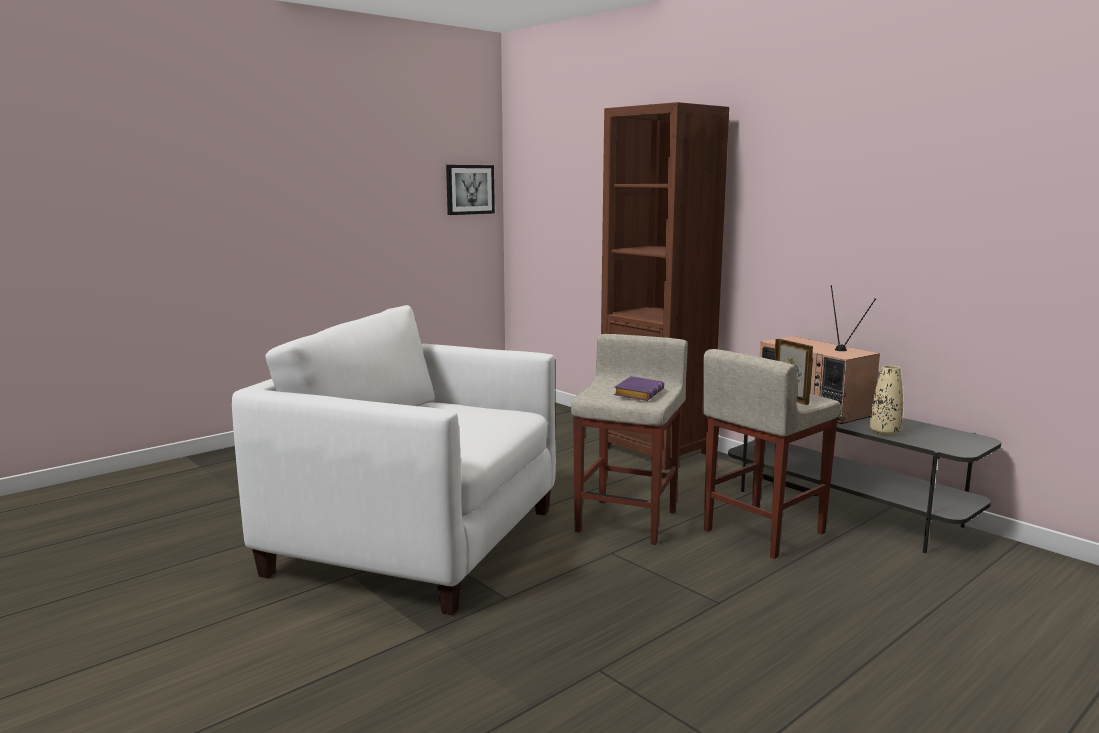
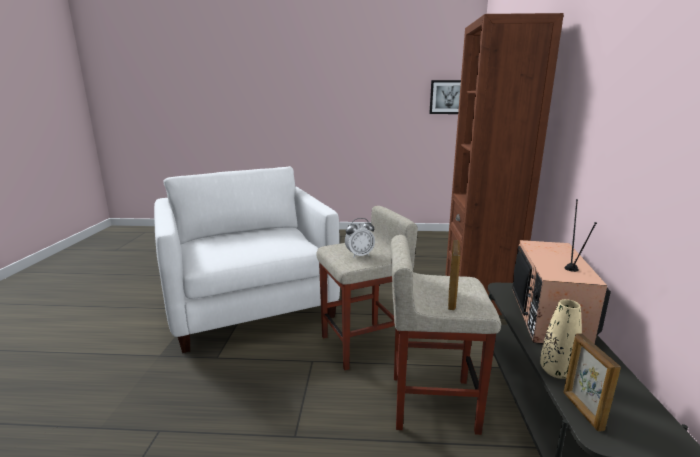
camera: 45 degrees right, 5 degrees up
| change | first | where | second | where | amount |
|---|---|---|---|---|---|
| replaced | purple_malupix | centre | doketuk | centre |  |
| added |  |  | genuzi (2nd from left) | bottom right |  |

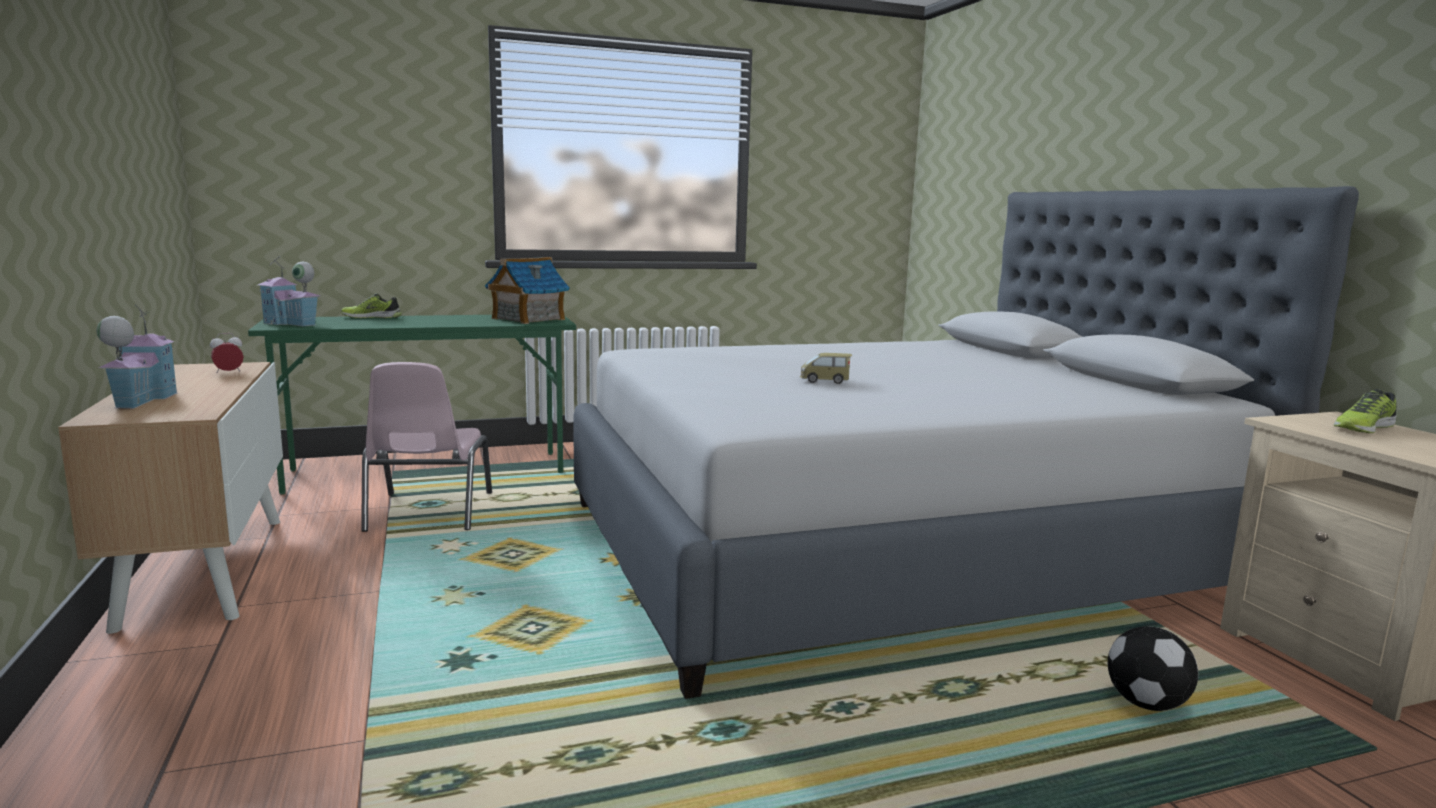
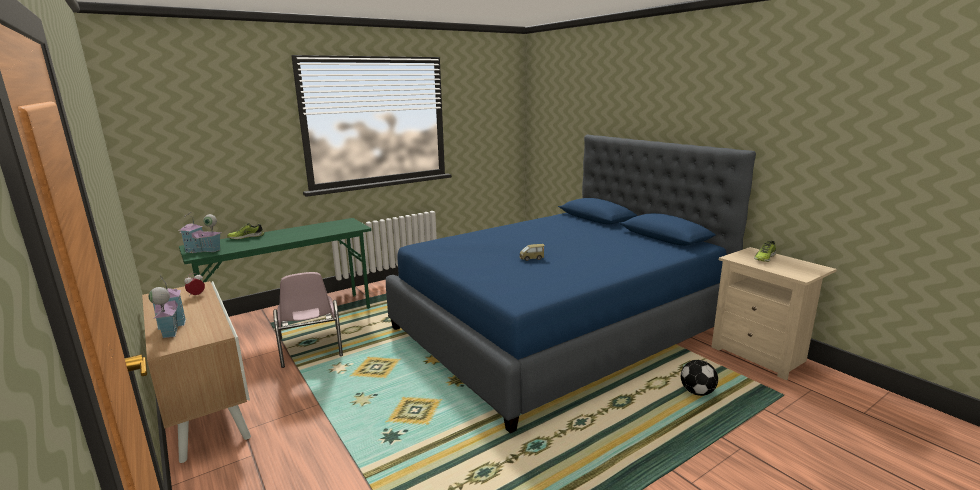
camera: 15 degrees left, 5 degrees up
| change | first | where | second | where | amount |
|---|---|---|---|---|---|
| recoloured | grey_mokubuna | middle right | blue_mokubuna | centre |  |
| removed | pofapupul (3rd from left) | centre |  |  |  |

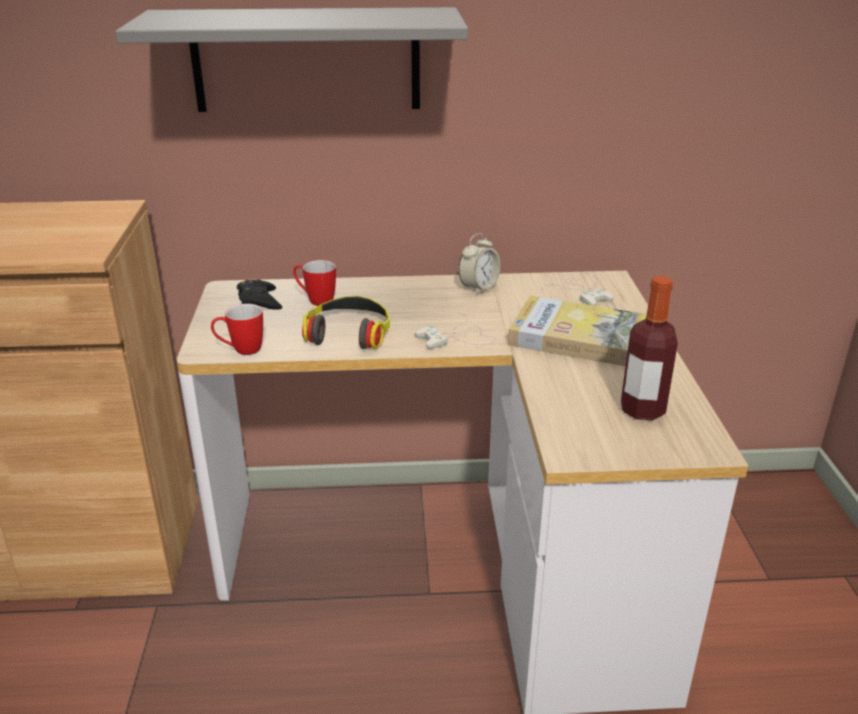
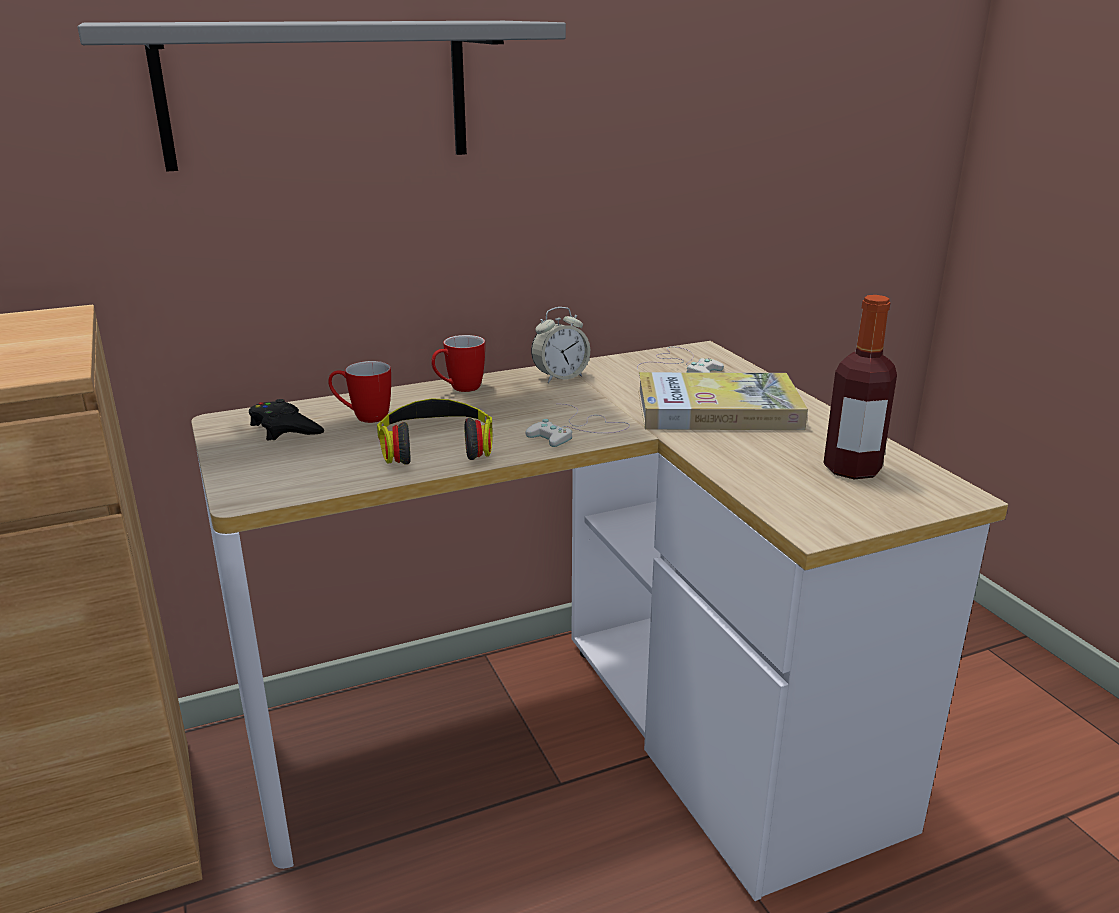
camera: 20 degrees left, 5 degrees down
| change | first | where | second | where | amount |
|---|---|---|---|---|---|
| moved | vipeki (1st from left in the first image) | middle left | vipeki (2nd from left) | centre |  |
| turned | doketuk | centre |  | centre | 45 degrees clockwise |

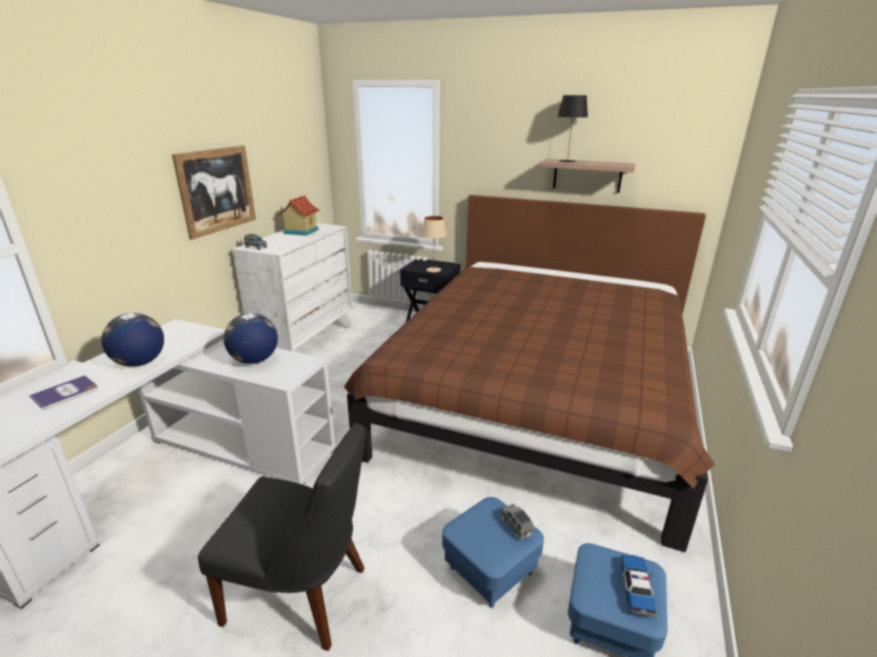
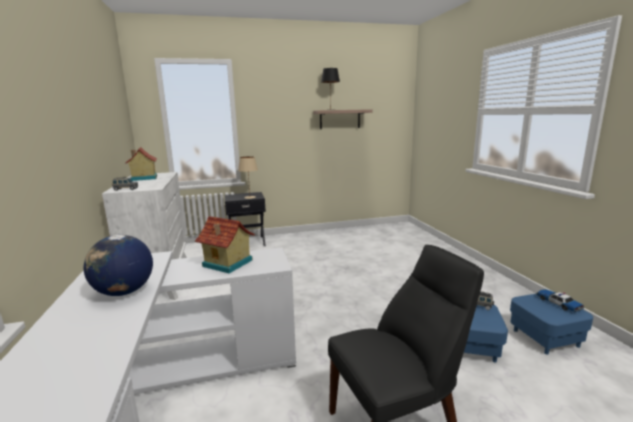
camera: 35 degrees left, 10 degrees down
| change | first | where | second | where | amount |
|---|---|---|---|---|---|
| replaced | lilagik (2nd from left) | middle left | pofapupul (2nd from left) | centre |  |
| removed | malupix | middle left |  |  |  |
| removed | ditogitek | top left |  |  |  |
| removed | brown_mokubuna | centre |  |  |  |

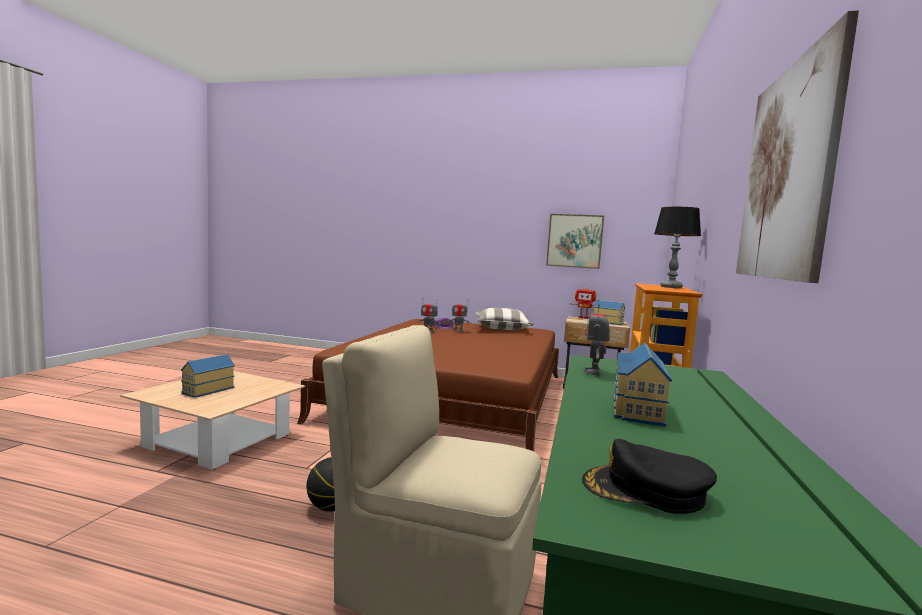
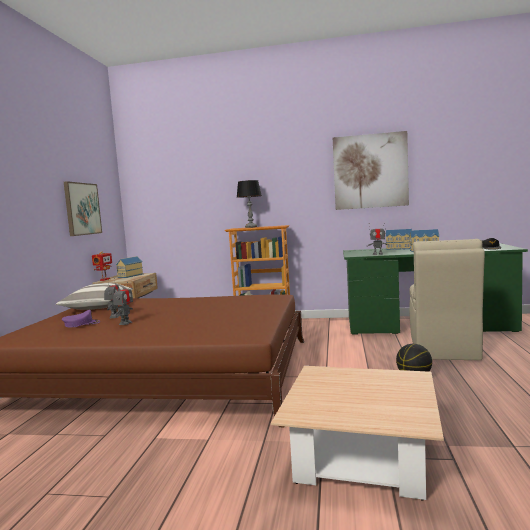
camera: 95 degrees left, 0 degrees up
| change | first | where | second | where | amount |
|---|---|---|---|---|---|
| moved | pofapupul (1st from left in the first image) | middle left | pofapupul (2nd from left) | middle right |  |

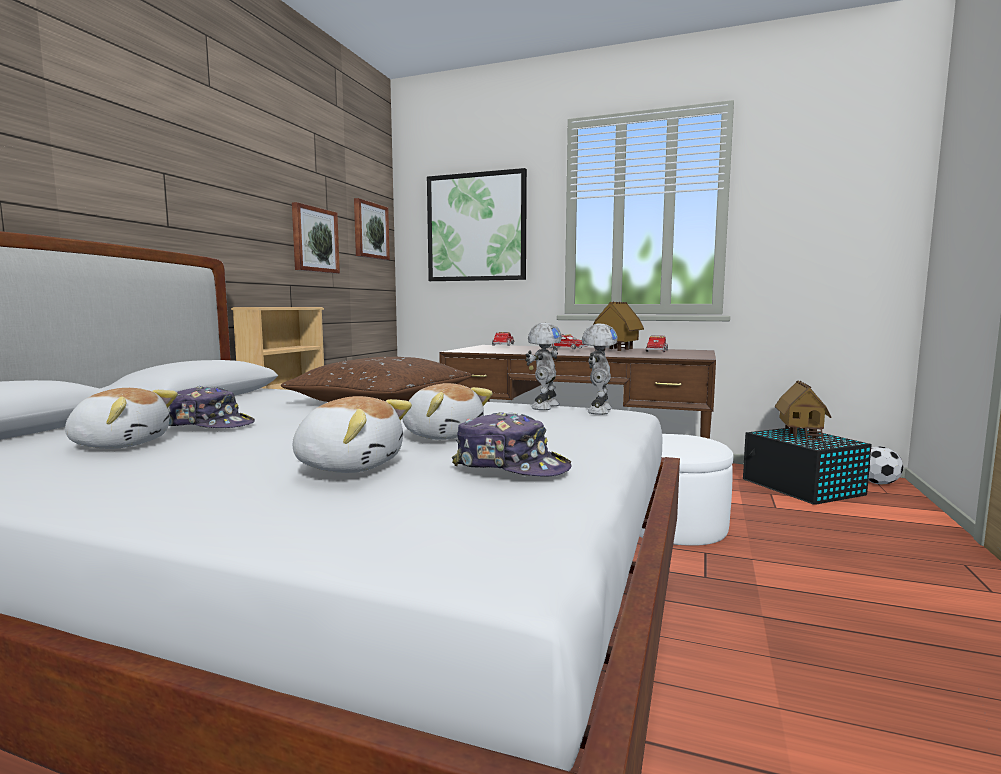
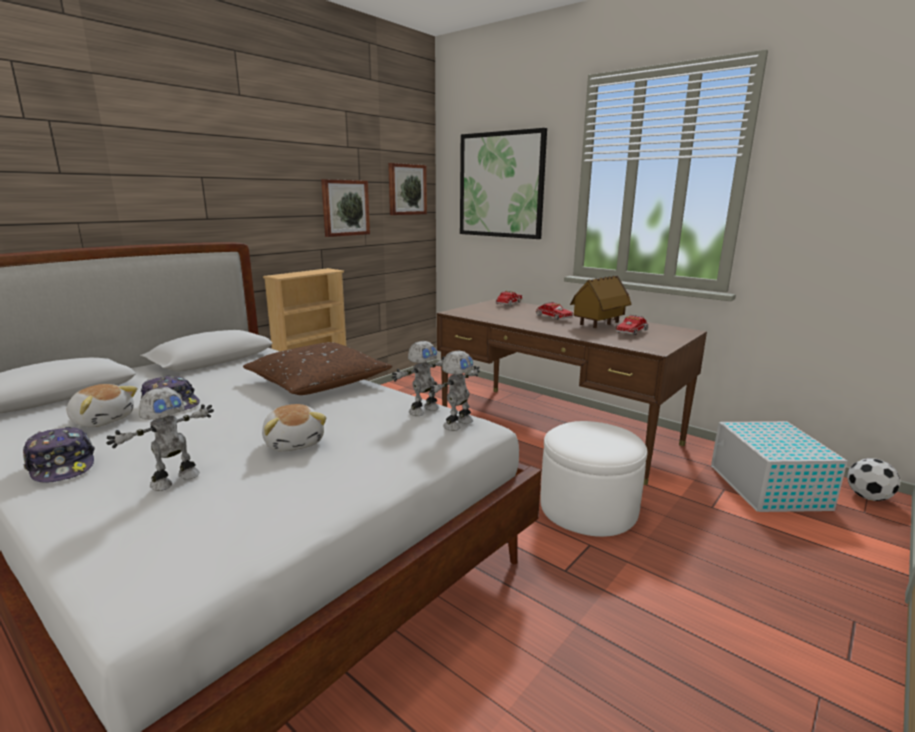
camera: 20 degrees right, 10 degrees up
| change | first | where | second | where | amount |
|---|---|---|---|---|---|
| moved | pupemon (2nd from left in the first image) | centre | pupemon (1st from left) | middle left |  |
| replaced | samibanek (2nd from left) | centre | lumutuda (1st from left) | middle left |  |
| recoloured | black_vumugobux | middle right | white_vumugobux | middle right |  |
| removed | pofapupul (2nd from left) | middle right |  |  |  |

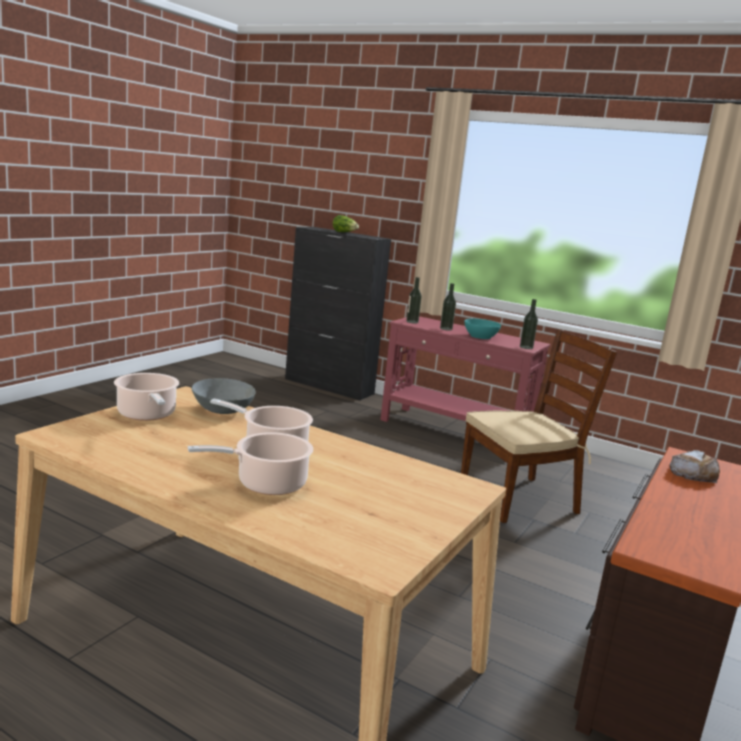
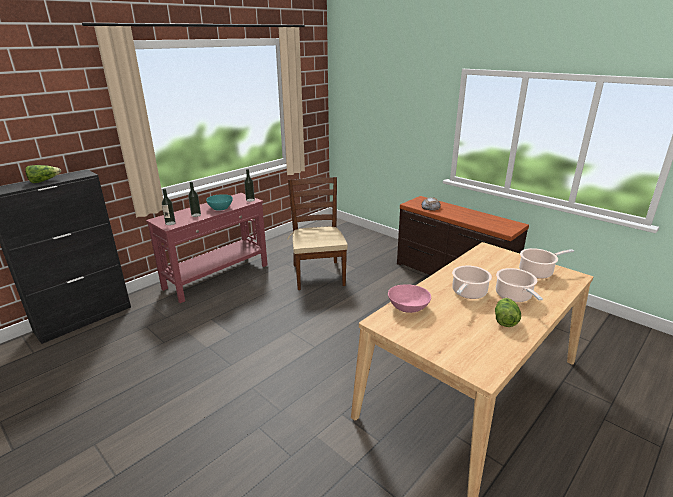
camera: 75 degrees left, 10 degrees up
| change | first | where | second | where | amount |
|---|---|---|---|---|---|
| recoloured | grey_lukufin | middle left | pink_lukufin | centre |  |
| added |  |  | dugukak (2nd from left) | middle right |  |
| moved | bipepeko (1st from left in the first image) | middle left | bipepeko (3rd from left) | middle right |  |

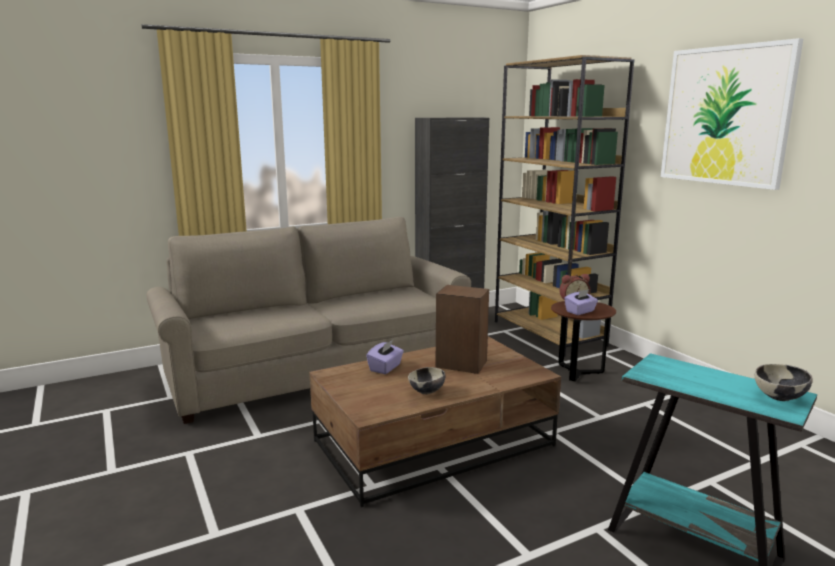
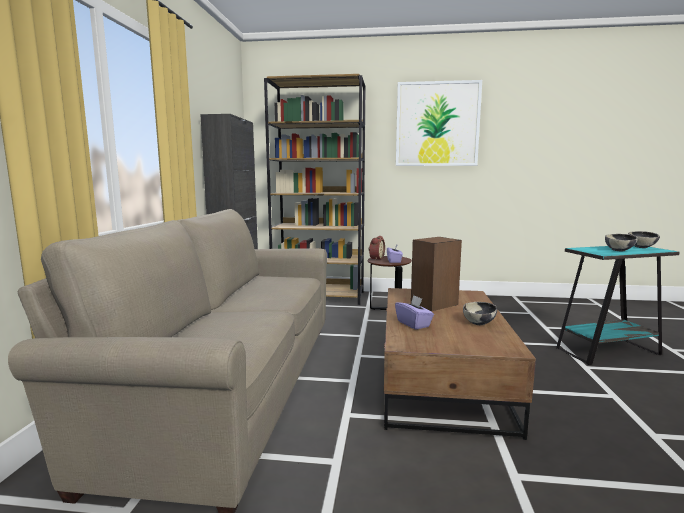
camera: 55 degrees left, 5 degrees down
| change | first | where | second | where | amount |
|---|---|---|---|---|---|
| added |  |  | lukufin (2nd from left) | middle right |  |

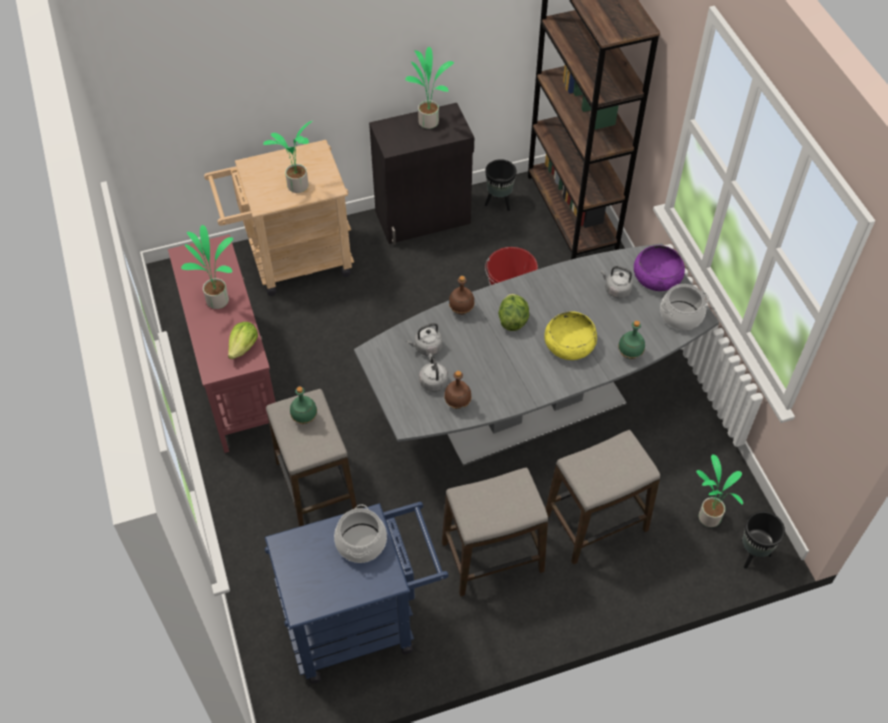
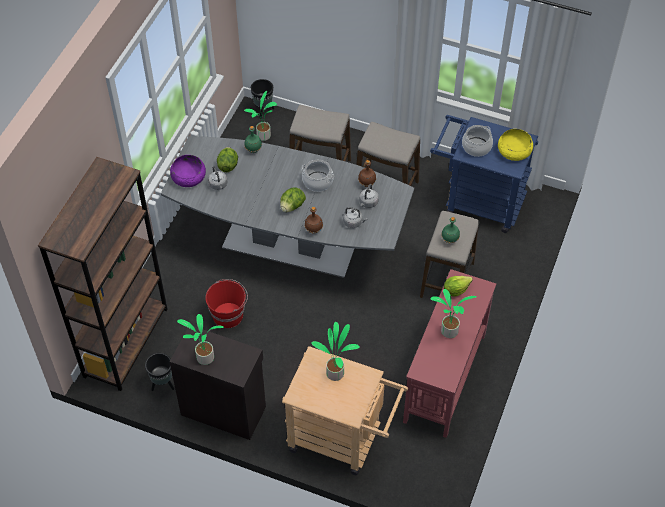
camera: 140 degrees left, 0 degrees up
| change | first | where | second | where | amount |
|---|---|---|---|---|---|
| added |  |  | dugukak (1st from left) | top centre |  |
| moved | bipepeko (2nd from left in the first image) | middle right | bipepeko (1st from left) | centre |  |
| moved | yellow_lukufin | centre |  | top right |  |

